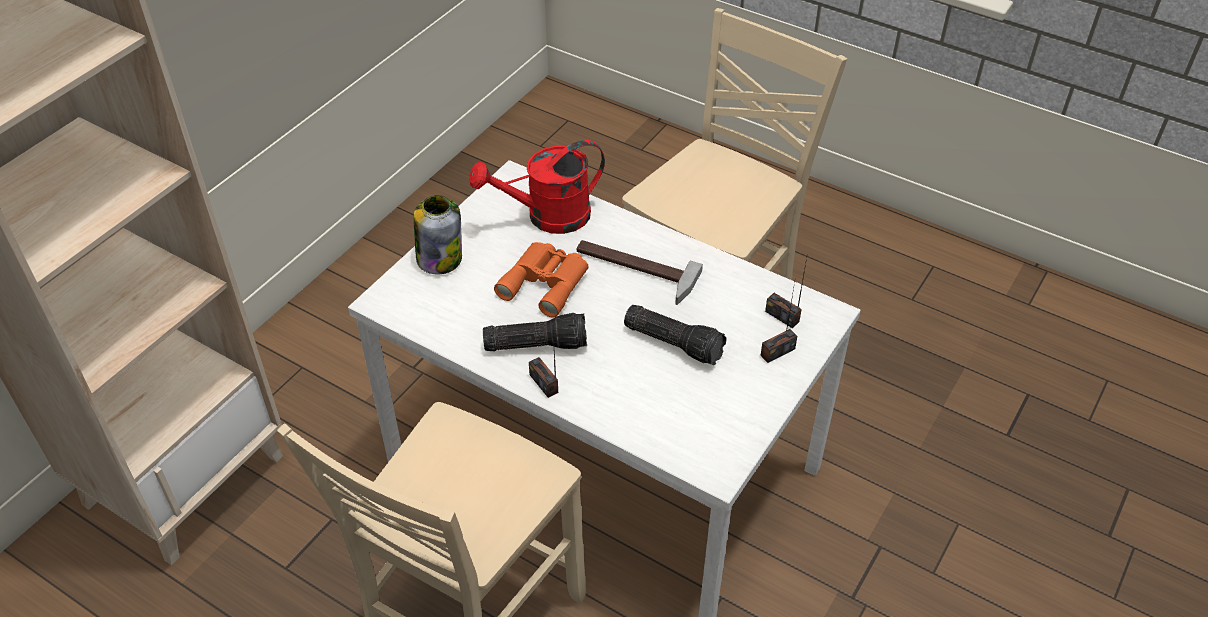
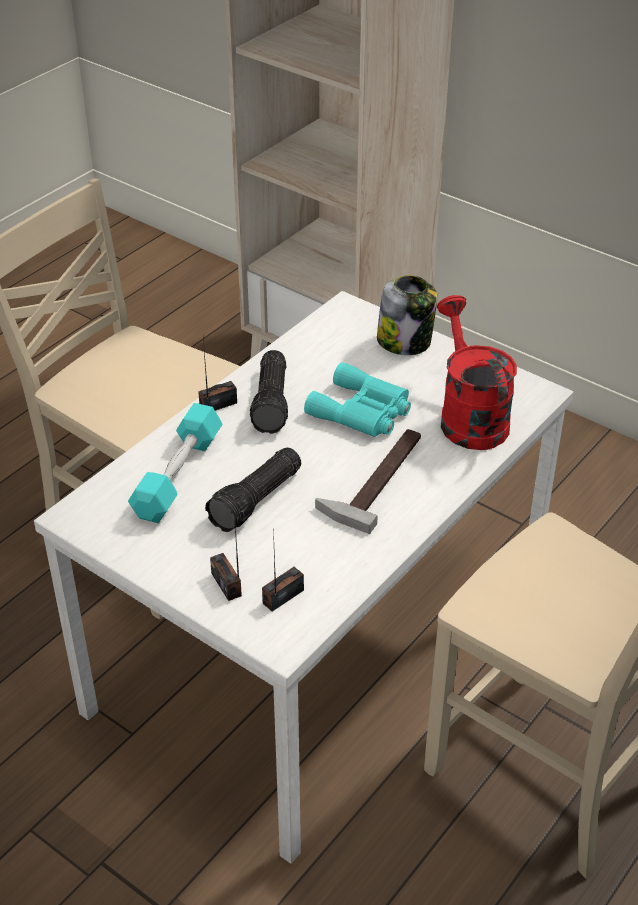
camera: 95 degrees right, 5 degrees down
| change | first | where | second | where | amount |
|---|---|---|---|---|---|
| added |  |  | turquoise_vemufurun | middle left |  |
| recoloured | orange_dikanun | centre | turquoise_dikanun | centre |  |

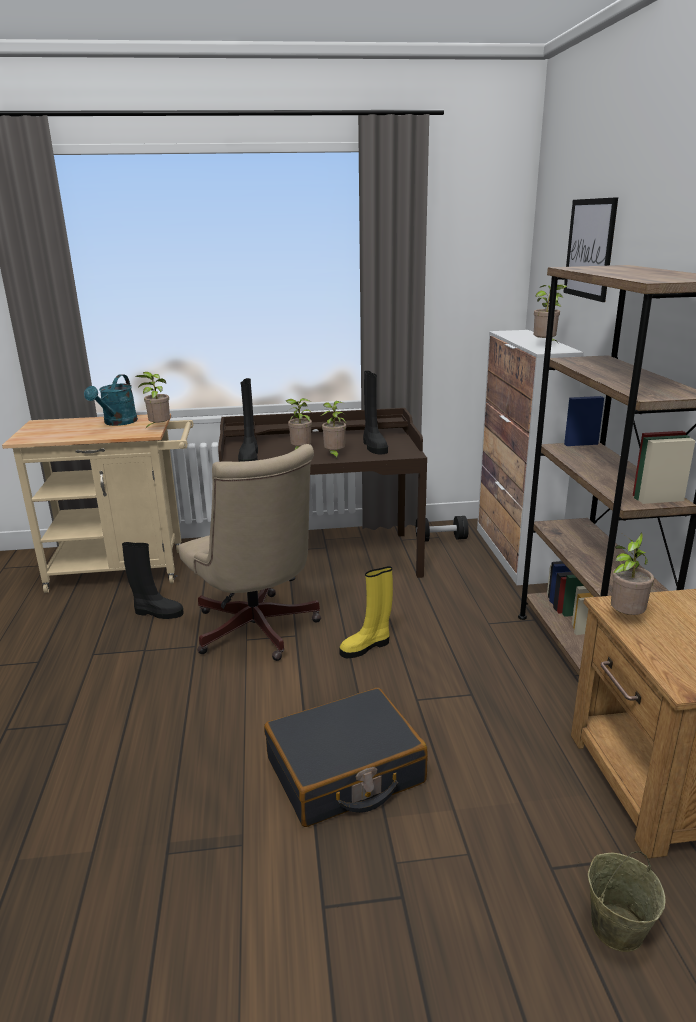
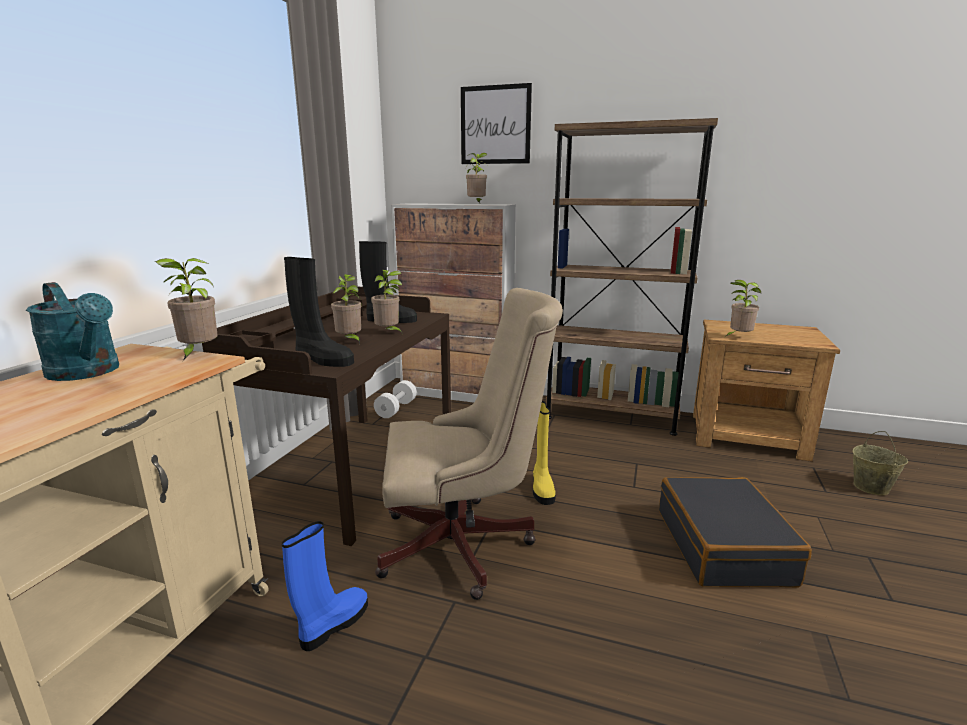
camera: 65 degrees left, 5 degrees down
| change | first | where | second | where | amount |
|---|---|---|---|---|---|
| recoloured | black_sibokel (1st from left) | middle left | blue_sibokel | bottom centre |  |
| recoloured | black_vemufurun | centre | white_vemufurun | centre |  |

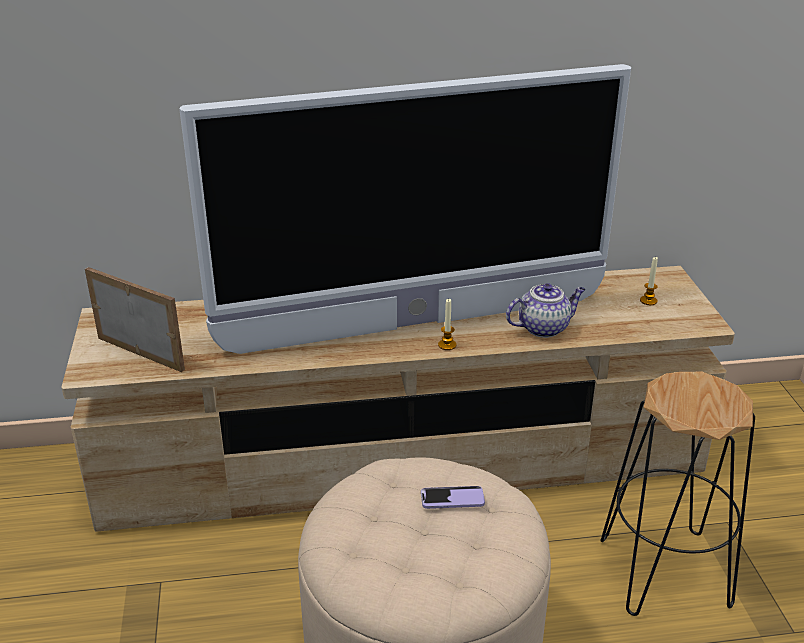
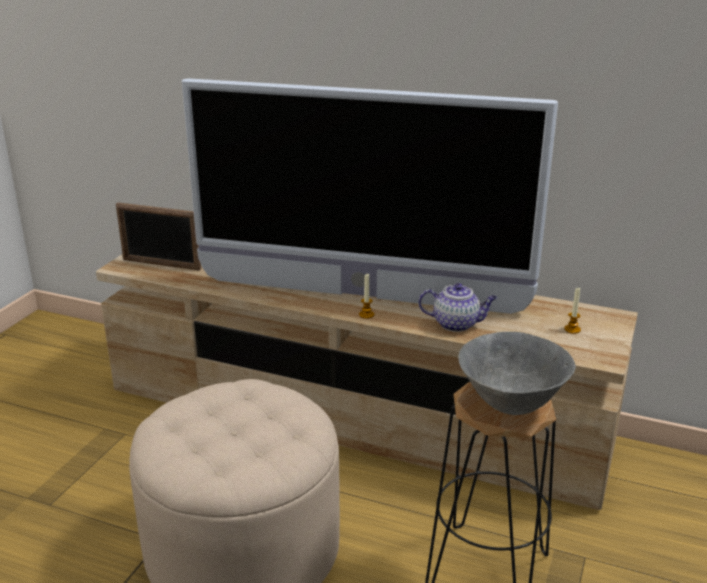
camera: 30 degrees right, 5 degrees down
| change | first | where | second | where | amount |
|---|---|---|---|---|---|
| turned | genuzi | middle left |  | middle left | 135 degrees clockwise |
| added |  |  | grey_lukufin | middle right |  |
| removed | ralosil | bottom centre |  |  |  |

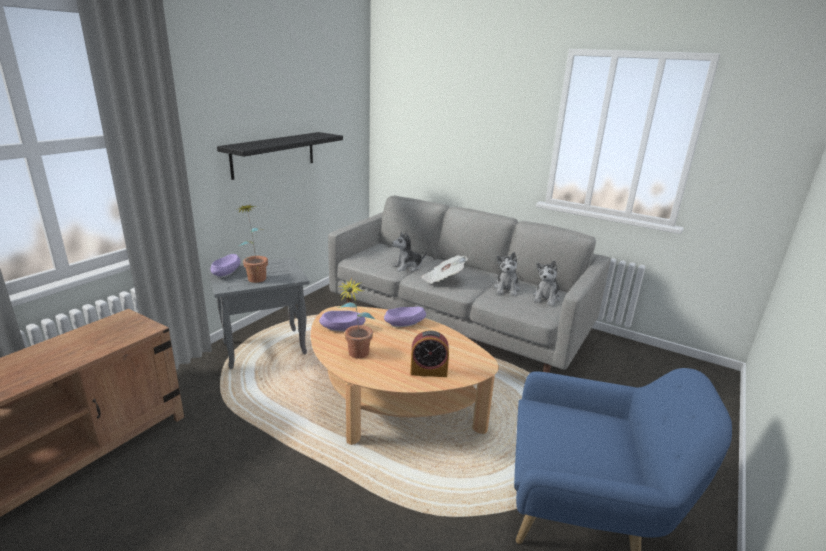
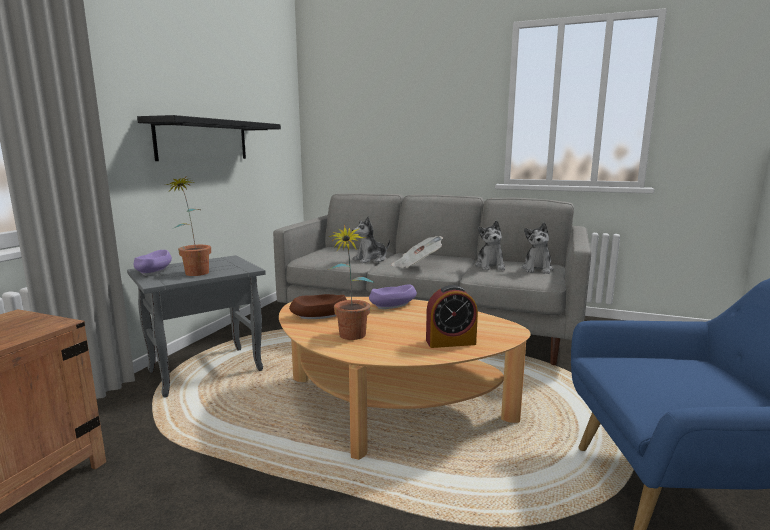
camera: 10 degrees left, 10 degrees down
| change | first | where | second | where | amount |
|---|---|---|---|---|---|
| recoloured | purple_lukufin (2nd from left) | centre | brown_lukufin | centre |  |

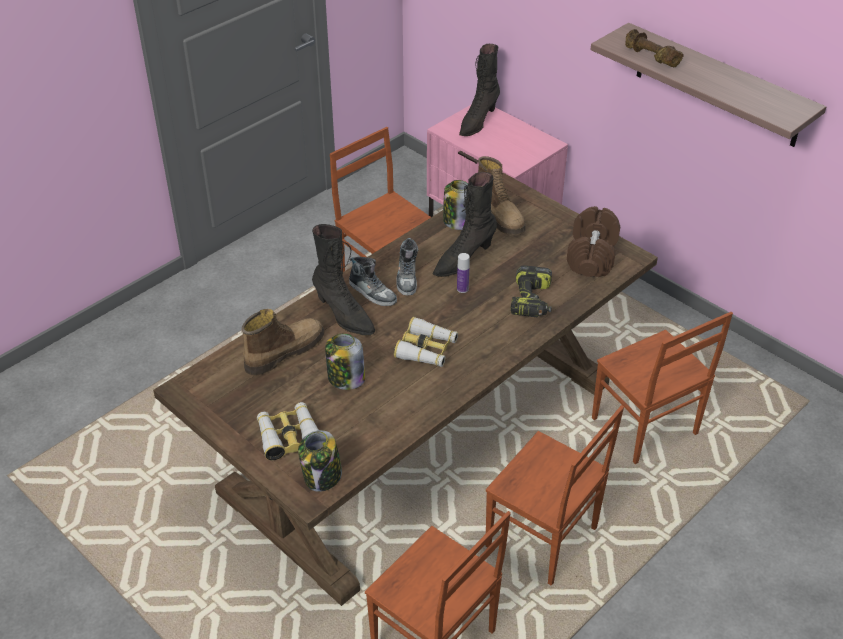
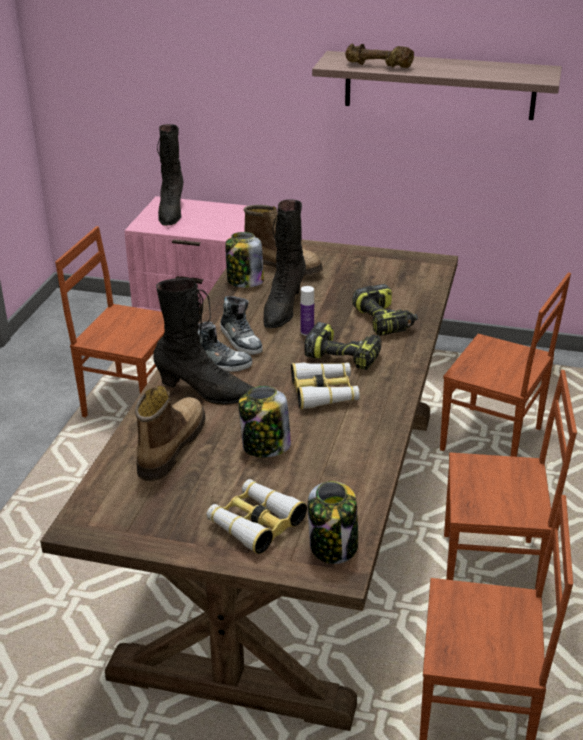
camera: 30 degrees left, 10 degrees down
| change | first | where | second | where | amount |
|---|---|---|---|---|---|
| added |  |  | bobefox (1st from left) | centre |  |
| removed | brown_vemufurun (1st from left) | middle right |  |  |  |

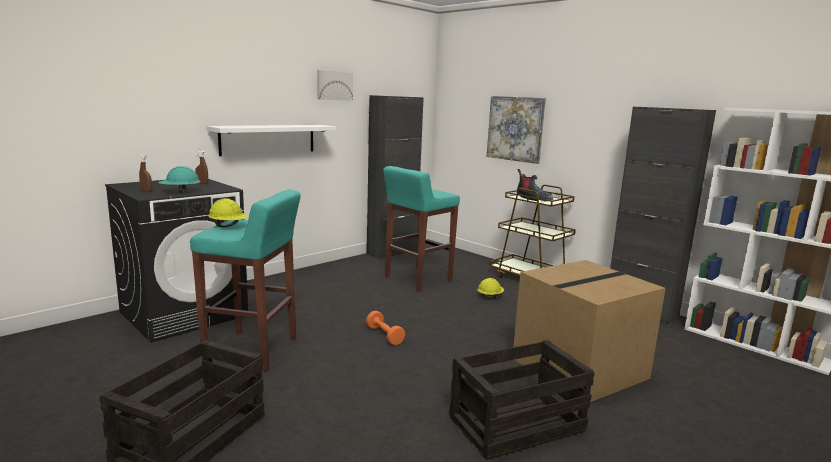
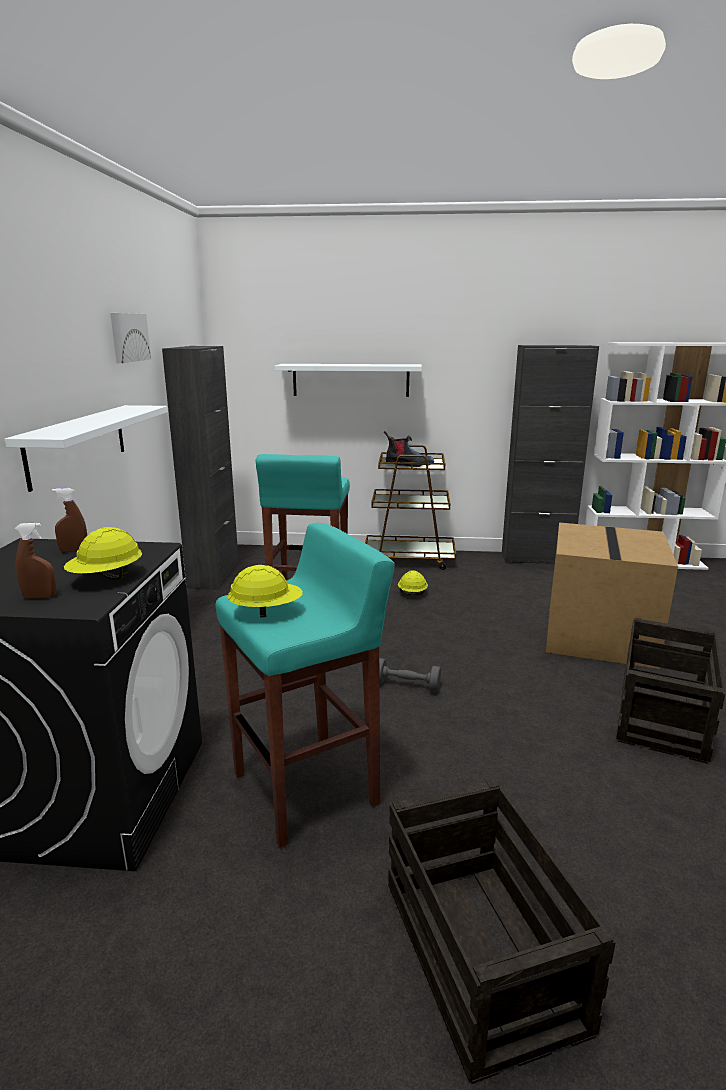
camera: 40 degrees left, 5 degrees up
| change | first | where | second | where | amount |
|---|---|---|---|---|---|
| recoloured | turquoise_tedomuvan | middle left | yellow_tedomuvan (1st from left) | middle left |  |
| replaced | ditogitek (2nd from left) | top centre | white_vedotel (2nd from left) | centre |  |
| recoloured | orange_vemufurun | bottom centre | grey_vemufurun | centre |  |

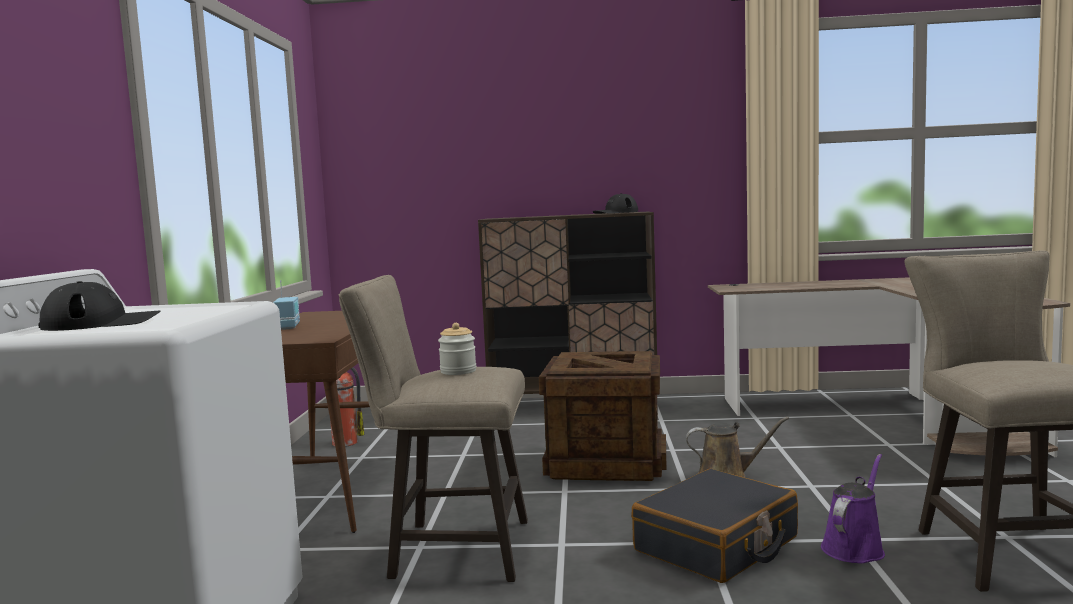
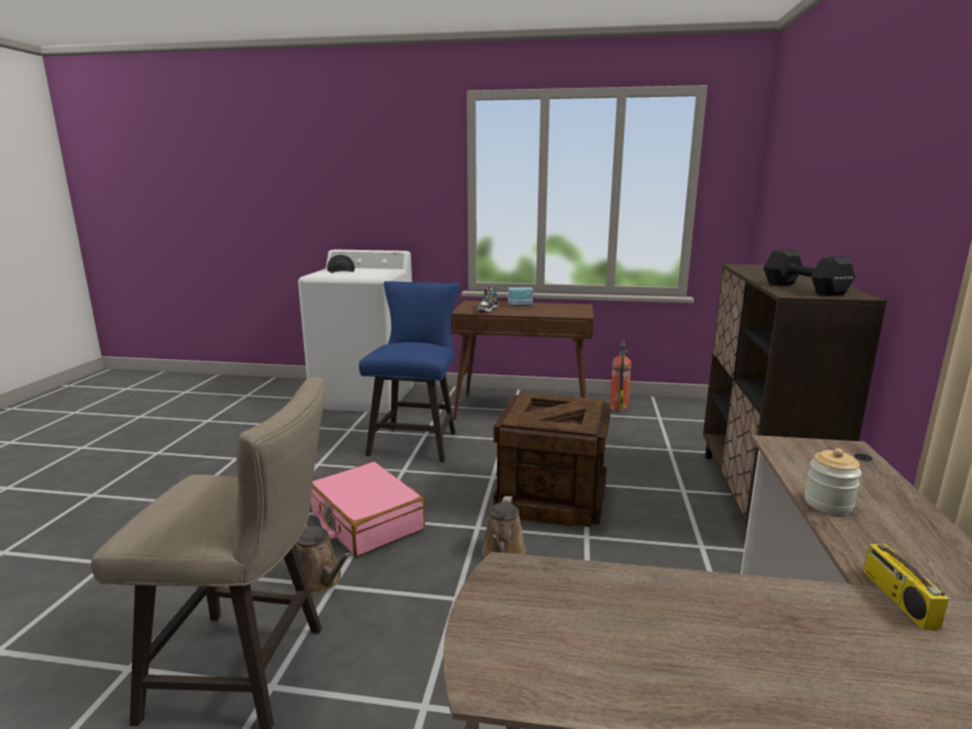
camera: 95 degrees right, 10 degrees up
| change | first | where | second | where | amount |
|---|---|---|---|---|---|
| recoloured | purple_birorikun | bottom right | brown_birorikun (1st from left) | bottom left |  |
| recoloured | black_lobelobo | bottom centre | pink_lobelobo | bottom centre |  |
| recoloured | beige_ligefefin (1st from left) | bottom centre | blue_ligefefin | centre |  |
| added |  |  | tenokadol | centre |  |
| replaced | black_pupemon (2nd from left) | centre | black_vemufurun | middle right |  |
| moved | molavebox | centre |  | middle right |  |
| added |  |  | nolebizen (2nd from left) | bottom right |  |

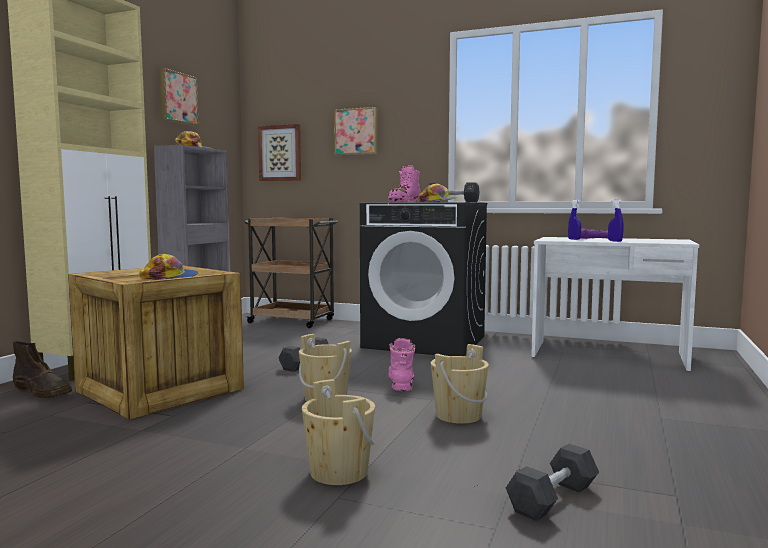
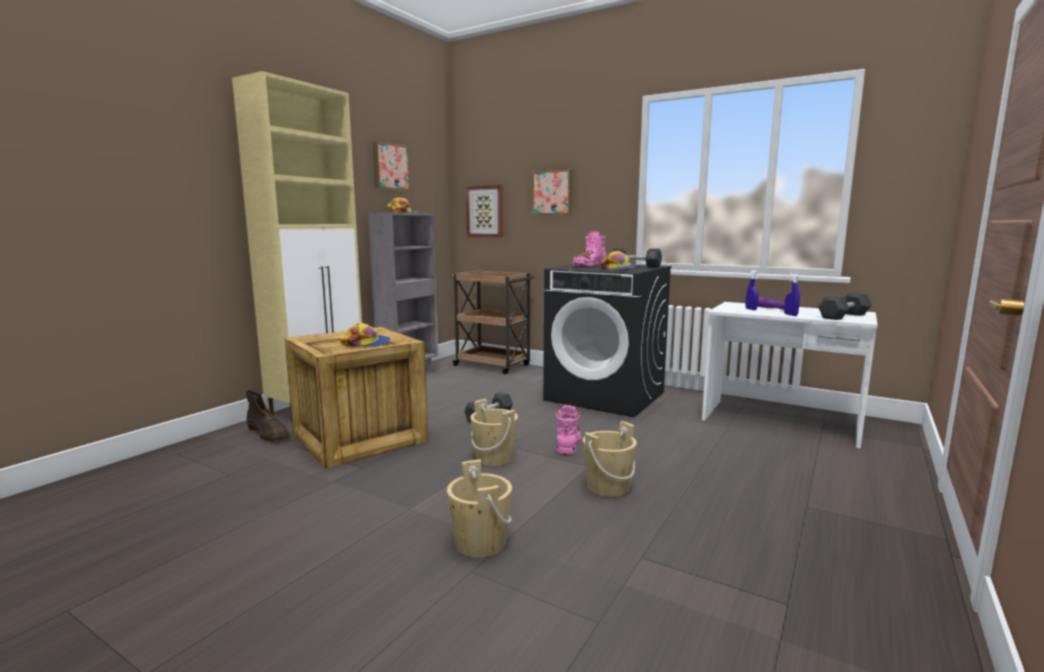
camera: 10 degrees right, 5 degrees up
| change | first | where | second | where | amount |
|---|---|---|---|---|---|
| moved | black_vemufurun (3rd from left) | bottom right |  | middle right |  |

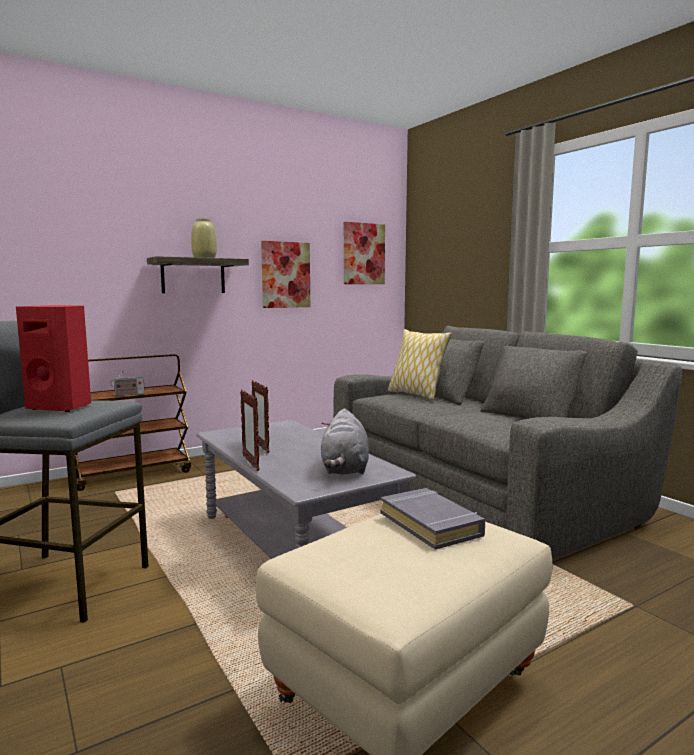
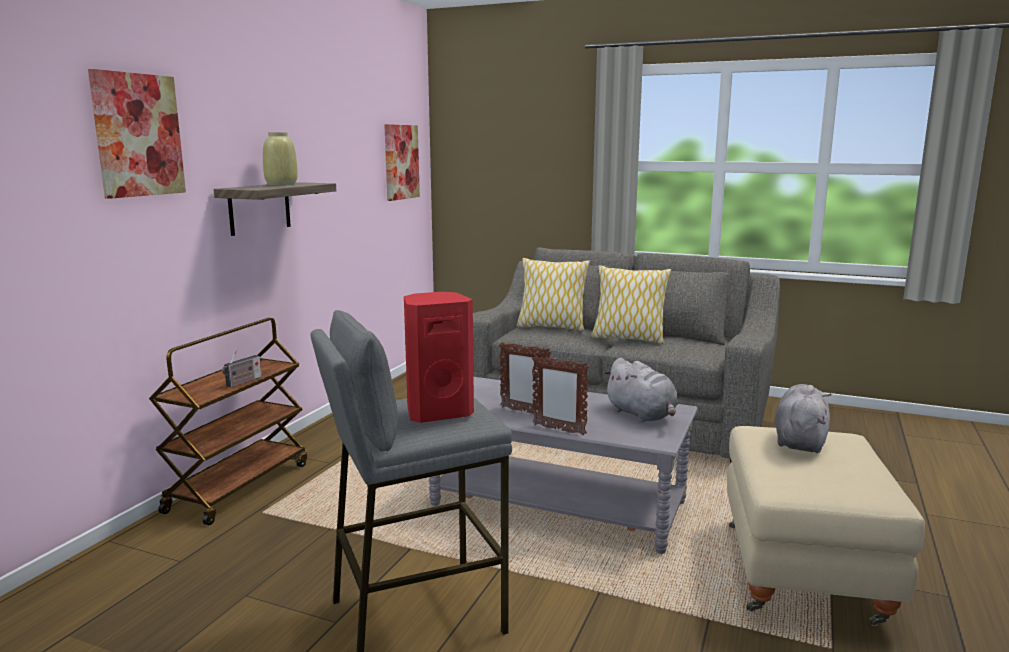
camera: 35 degrees left, 5 degrees up
| change | first | where | second | where | amount |
|---|---|---|---|---|---|
| moved | ditogitek (1st from left) | centre |  | top left |  |
| added |  |  | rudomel (2nd from left) | centre |  |
| replaced | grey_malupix | bottom centre | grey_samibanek (2nd from left) | middle right |  |

